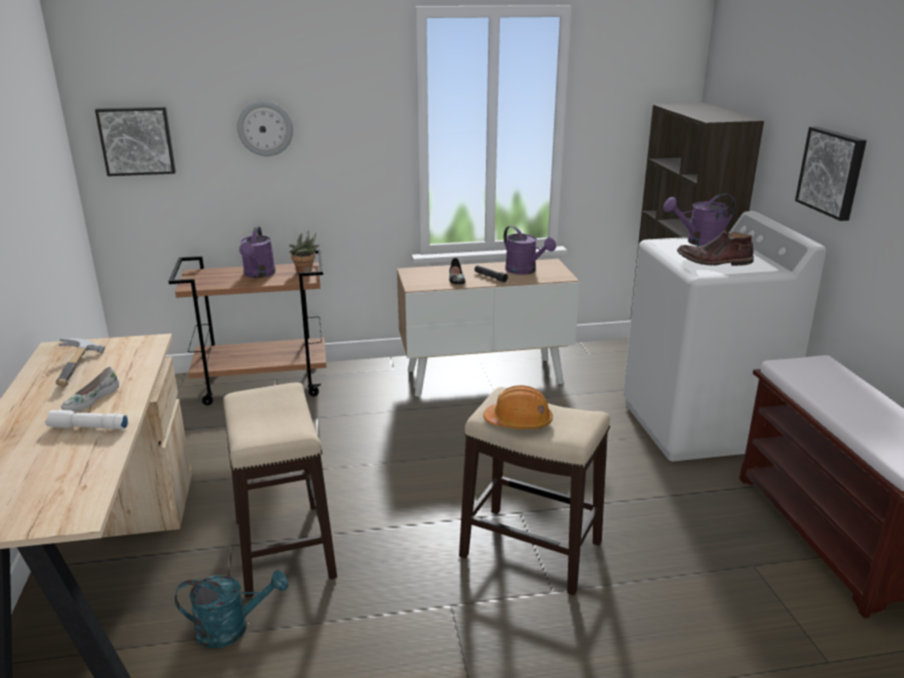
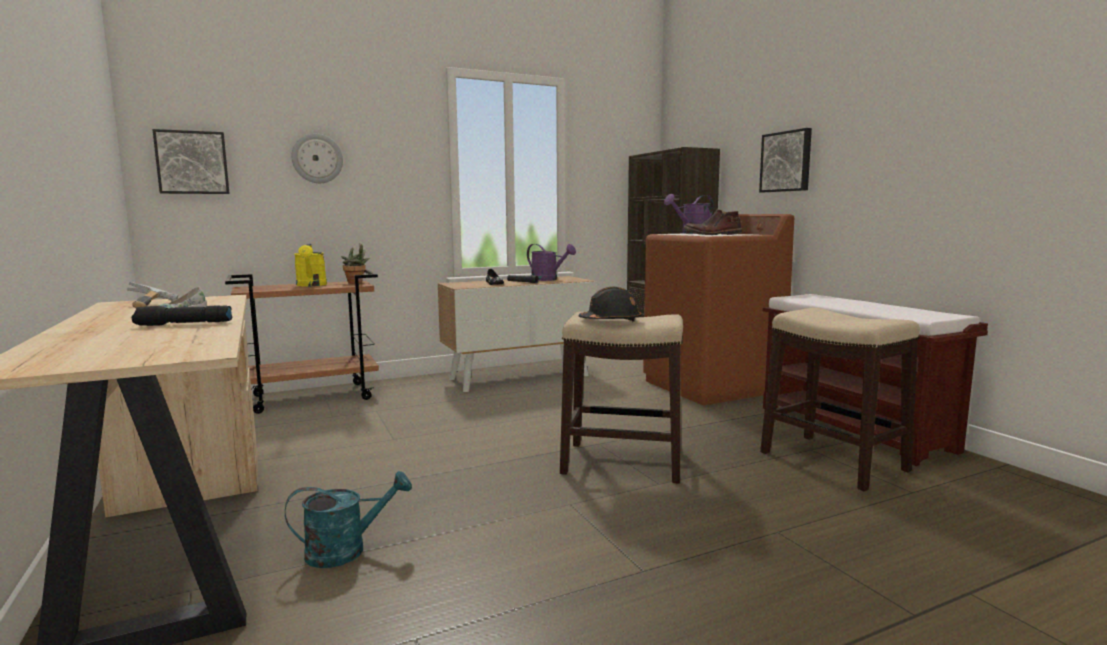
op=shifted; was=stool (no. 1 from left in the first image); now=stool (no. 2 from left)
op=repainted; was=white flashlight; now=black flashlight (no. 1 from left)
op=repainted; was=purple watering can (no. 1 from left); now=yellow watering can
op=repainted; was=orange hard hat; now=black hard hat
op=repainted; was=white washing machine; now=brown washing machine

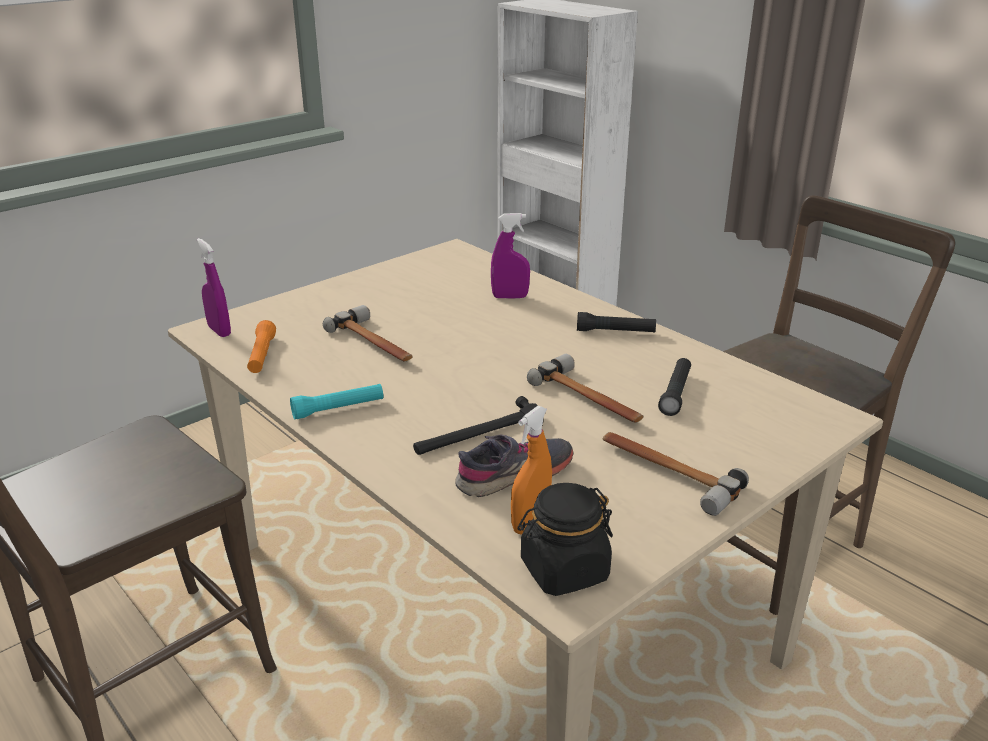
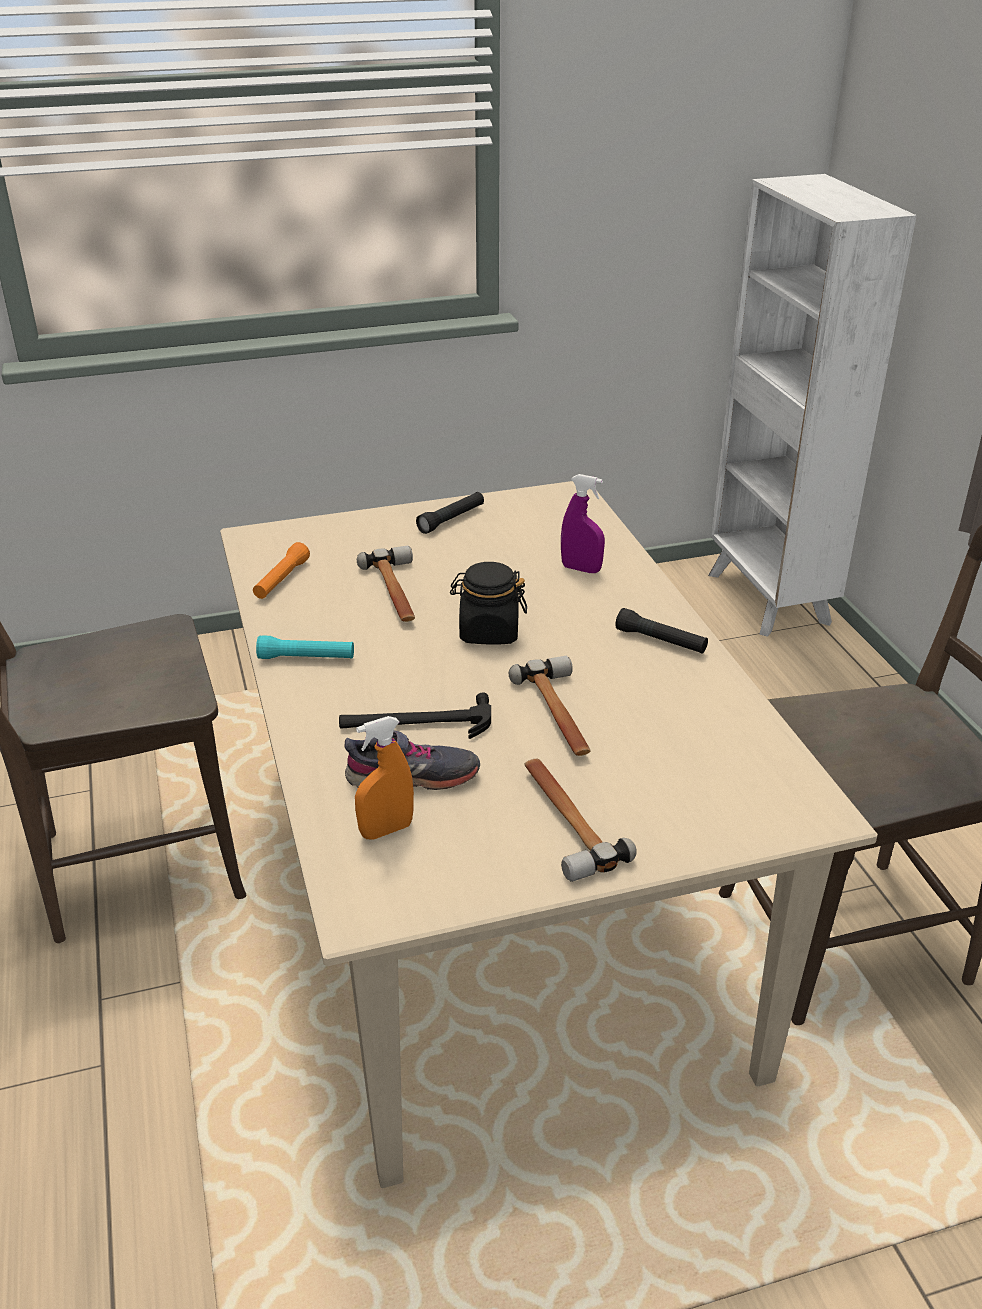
op=gone; was=purple spray bottle (no. 1 from left)
op=shifted; was=black jar
op=shifted; was=black flashlight (no. 2 from left in the first image); now=black flashlight (no. 1 from left)

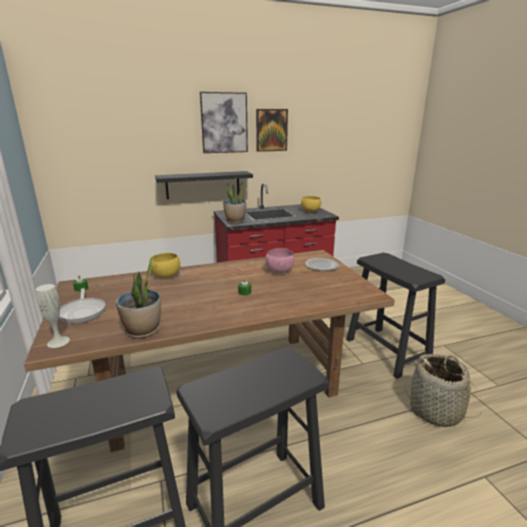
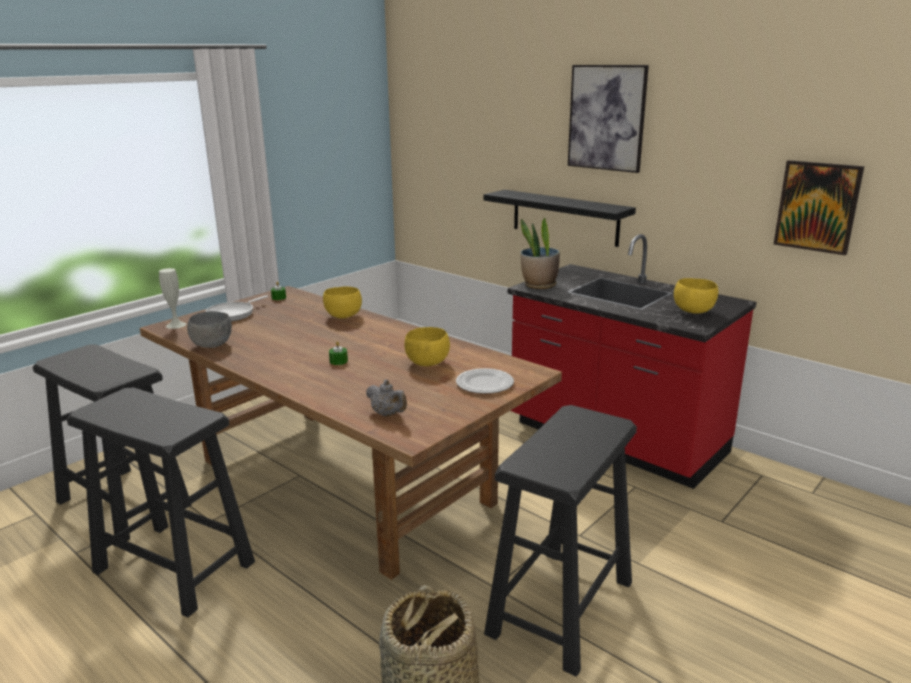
op=new; now=grey teapot
op=shifted; was=picture (no. 2 from left)
op=swapped; was=potted plant (no. 1 from left); now=grey bowl
op=repainted; was=pink bowl; now=yellow bowl (no. 2 from left)

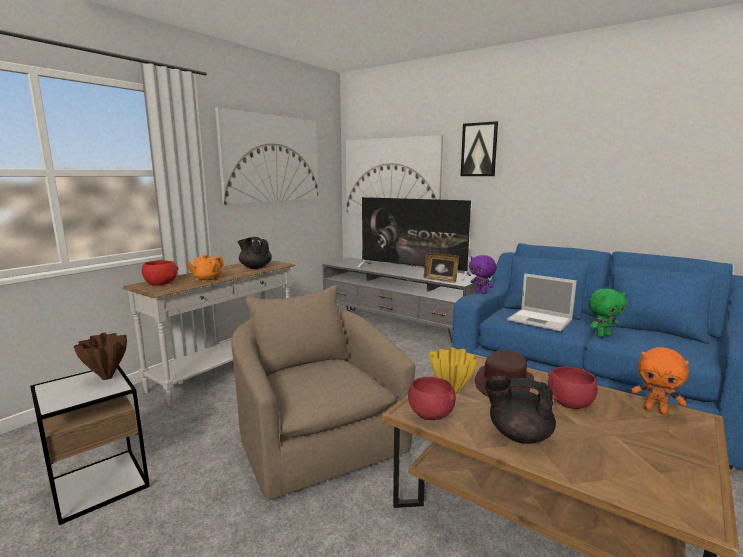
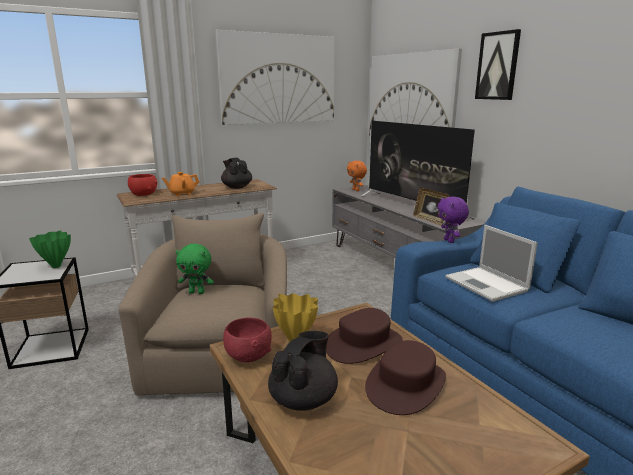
op=shifted; was=green plush toy
op=shifted; was=orange plush toy
op=swapped; was=red bowl (no. 3 from left); now=brown hat (no. 2 from left)
op=repainted; was=brown vase; now=green vase
op=rotated; was=black teapot (no. 2 from left); clockwise=75

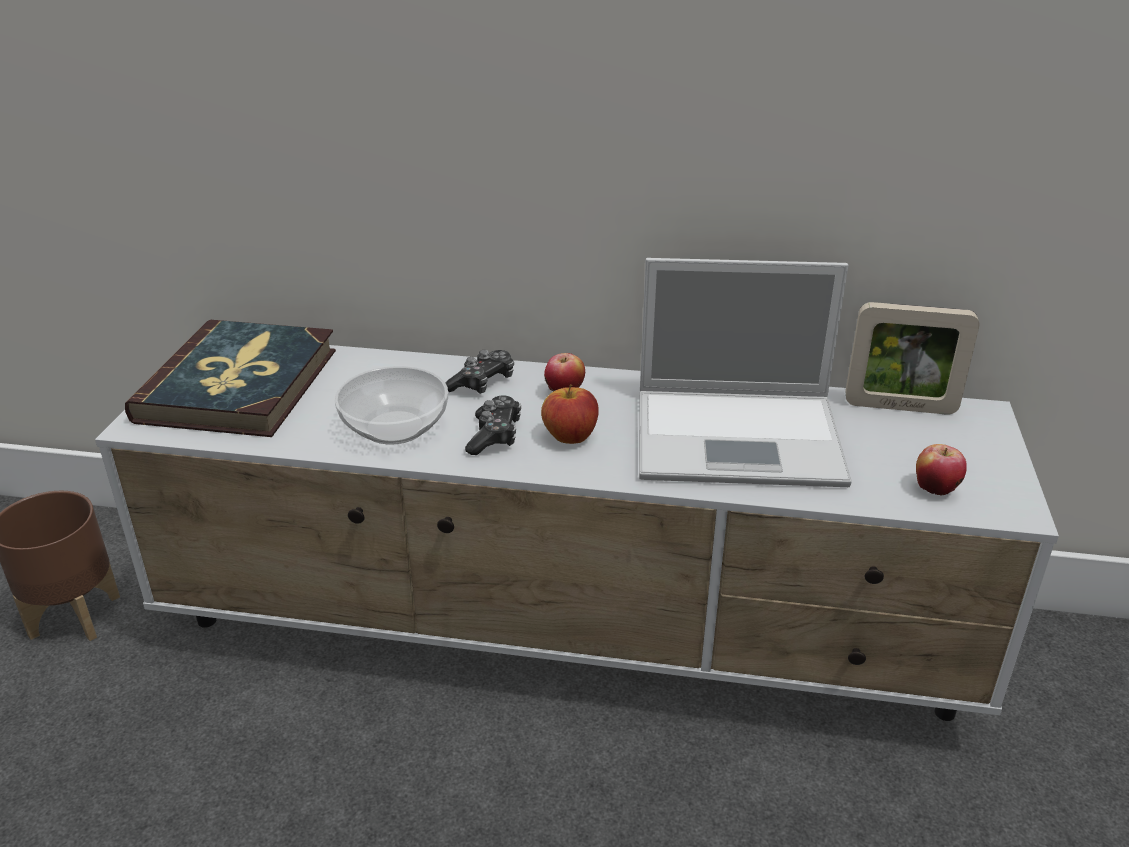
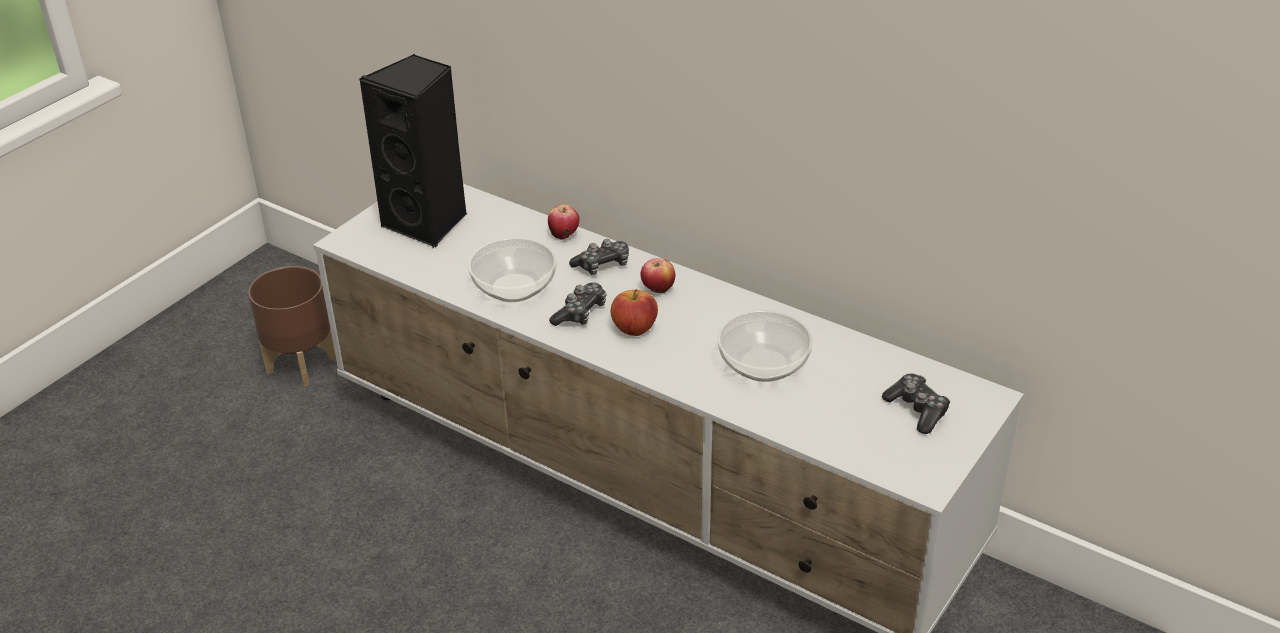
op=gone; was=picture frame
op=new; now=game controller (no. 3 from left)
op=shifted; was=apple (no. 3 from left in the first image); now=apple (no. 1 from left)
op=swapped; was=book; now=black speaker
op=swapped; was=laptop; now=bowl (no. 2 from left)

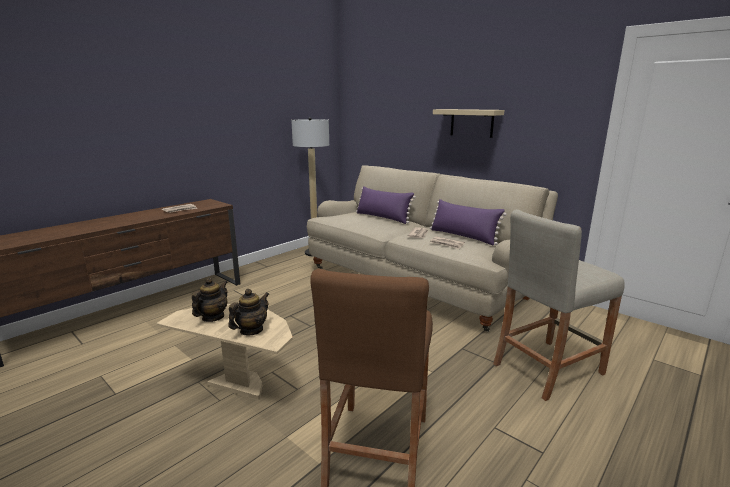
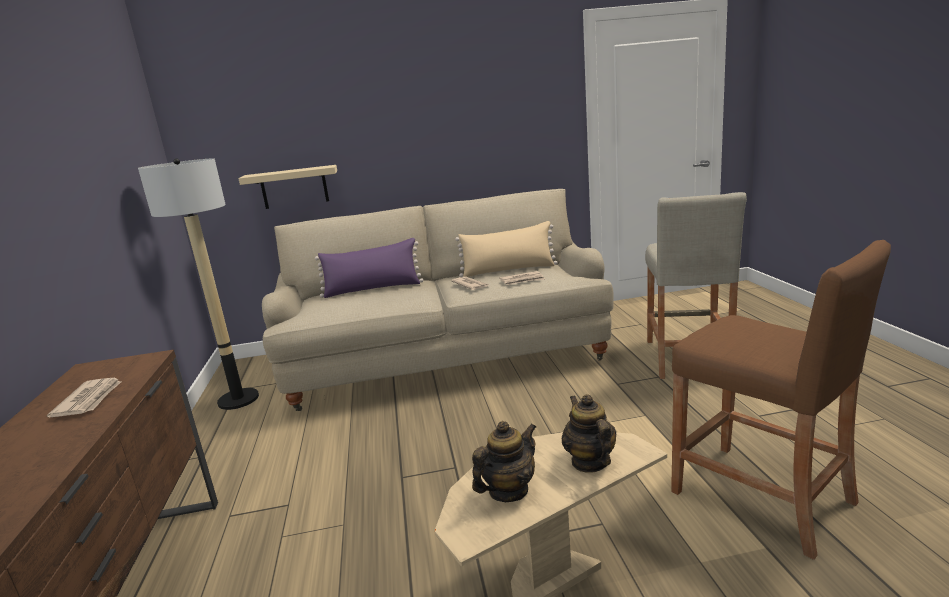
op=shifted; was=beige shelf
op=repainted; was=purple pillow (no. 2 from left); now=beige pillow
op=rotated; was=teapot (no. 1 from left); clockwise=75

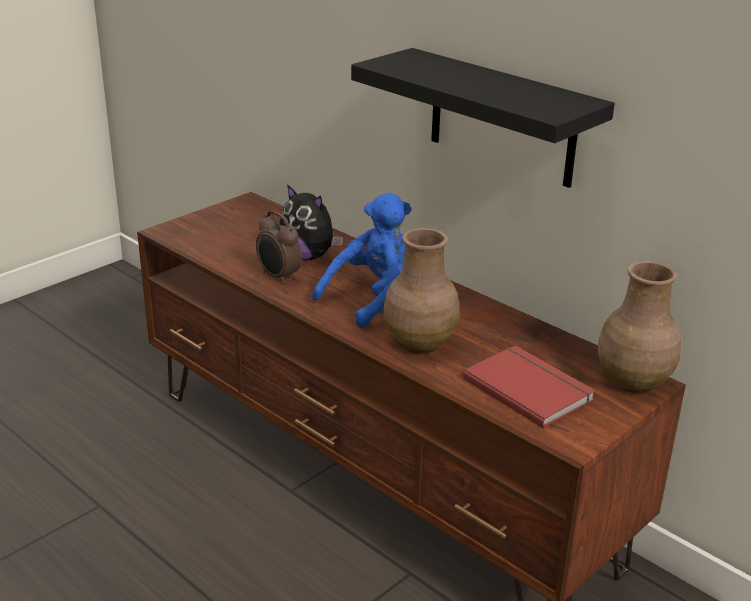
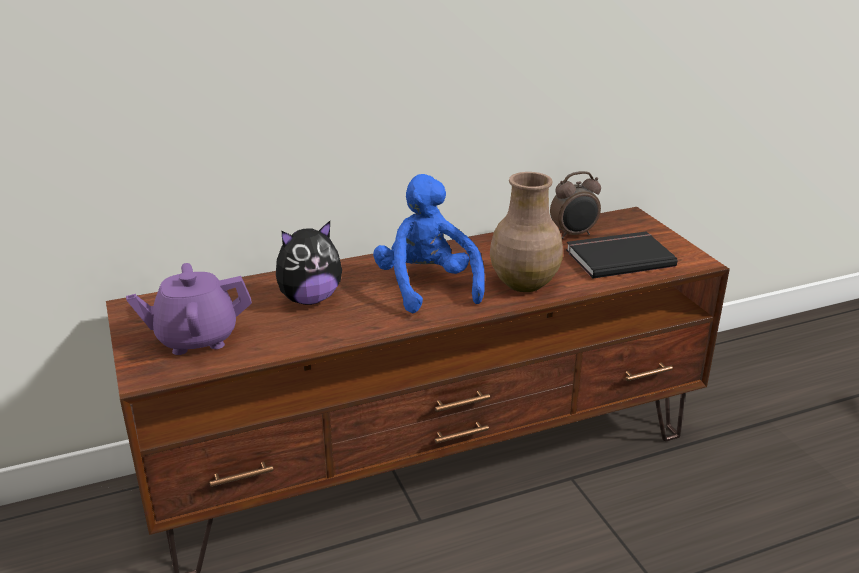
op=gone; was=black shelf
op=gone; was=brown vase (no. 2 from left)
op=new; now=purple teapot
op=shifted; was=alarm clock
op=repainted; was=red book; now=black book

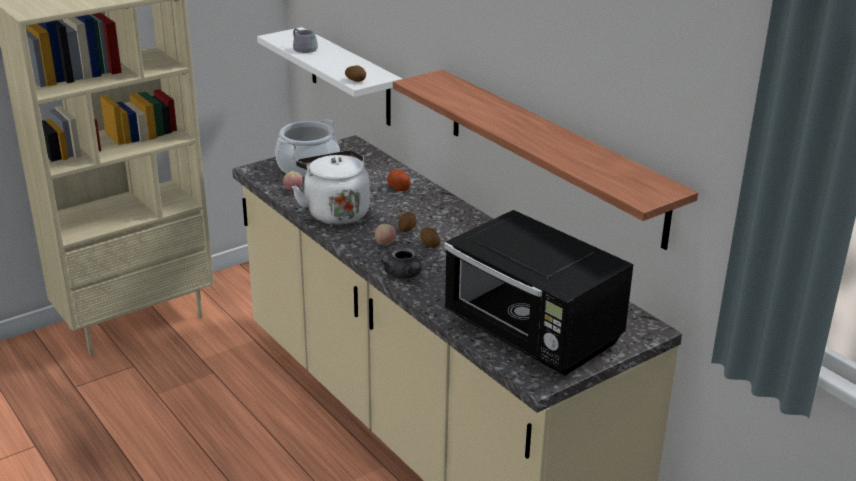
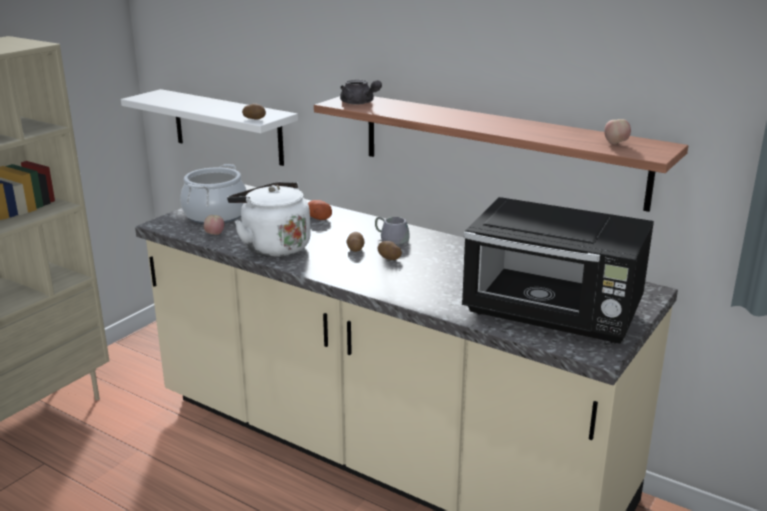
op=shifted; was=grey mug
op=shifted; was=apple (no. 2 from left)
op=shifted; was=grey teapot

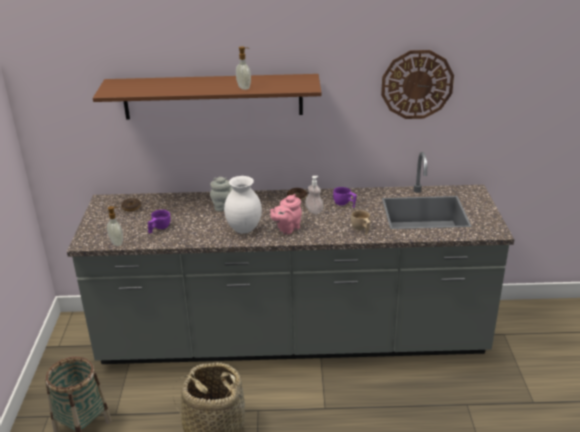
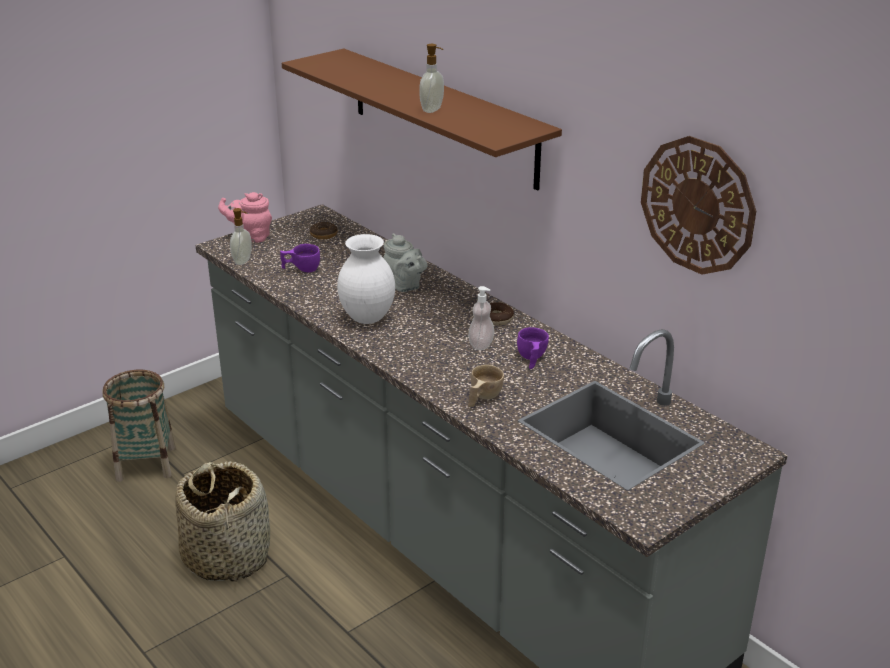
op=shifted; was=pink teapot

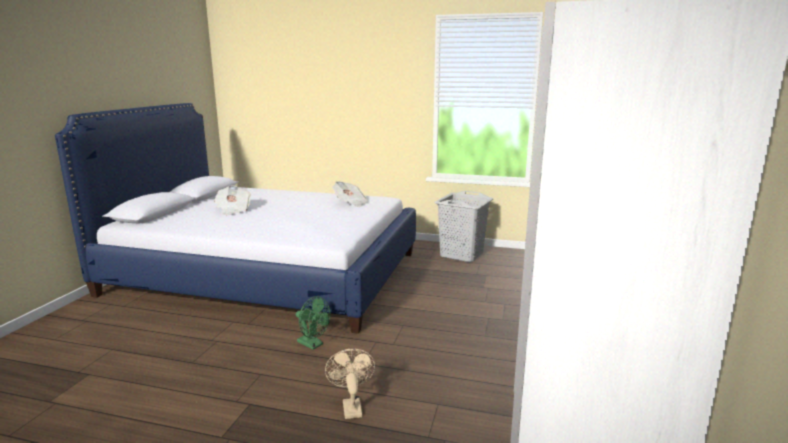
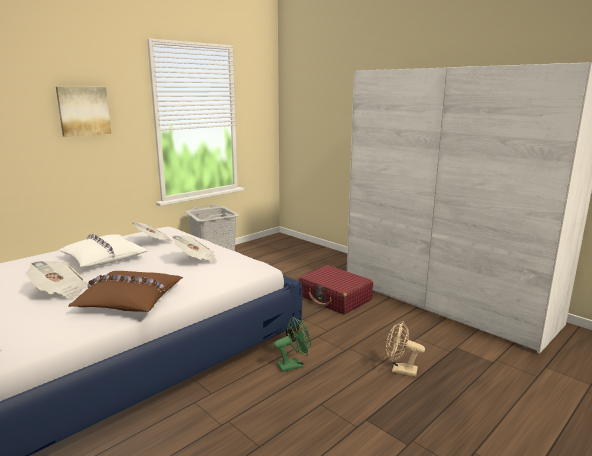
op=new; now=picture
op=new; now=white pillow
op=new; now=brown pillow
op=new; now=newspaper (no. 3 from left)
op=new; now=red suitcase

